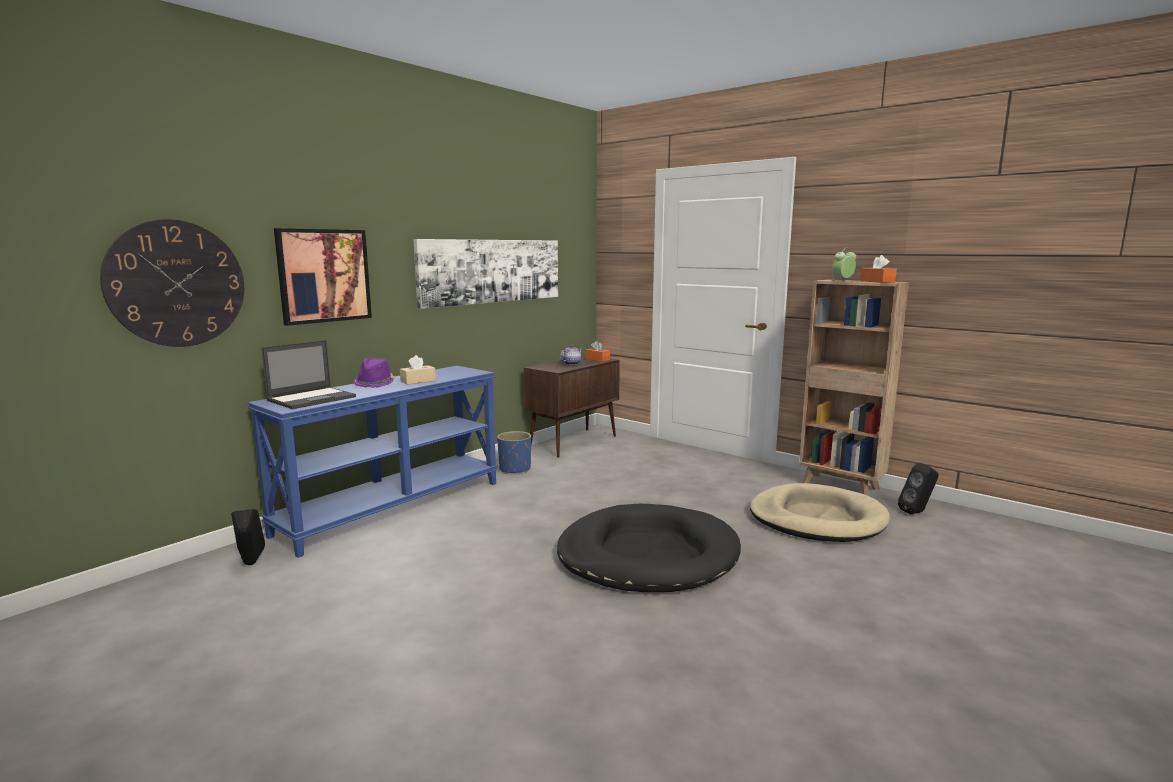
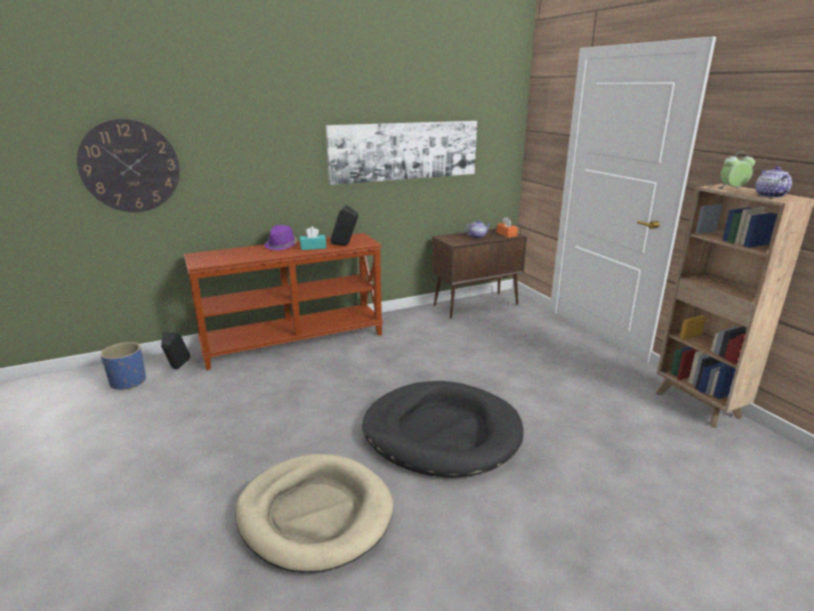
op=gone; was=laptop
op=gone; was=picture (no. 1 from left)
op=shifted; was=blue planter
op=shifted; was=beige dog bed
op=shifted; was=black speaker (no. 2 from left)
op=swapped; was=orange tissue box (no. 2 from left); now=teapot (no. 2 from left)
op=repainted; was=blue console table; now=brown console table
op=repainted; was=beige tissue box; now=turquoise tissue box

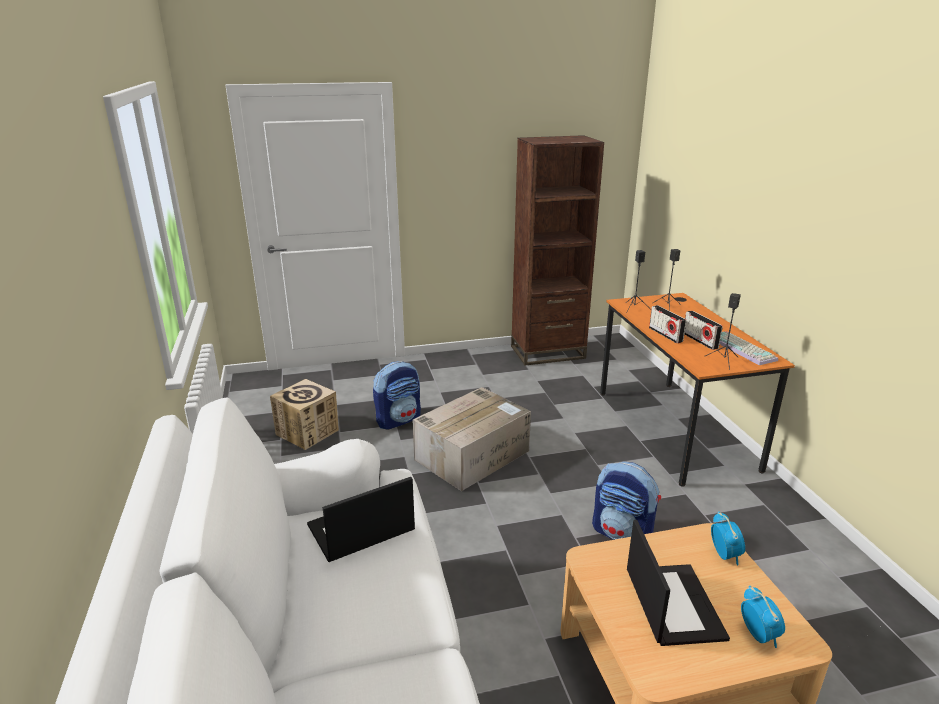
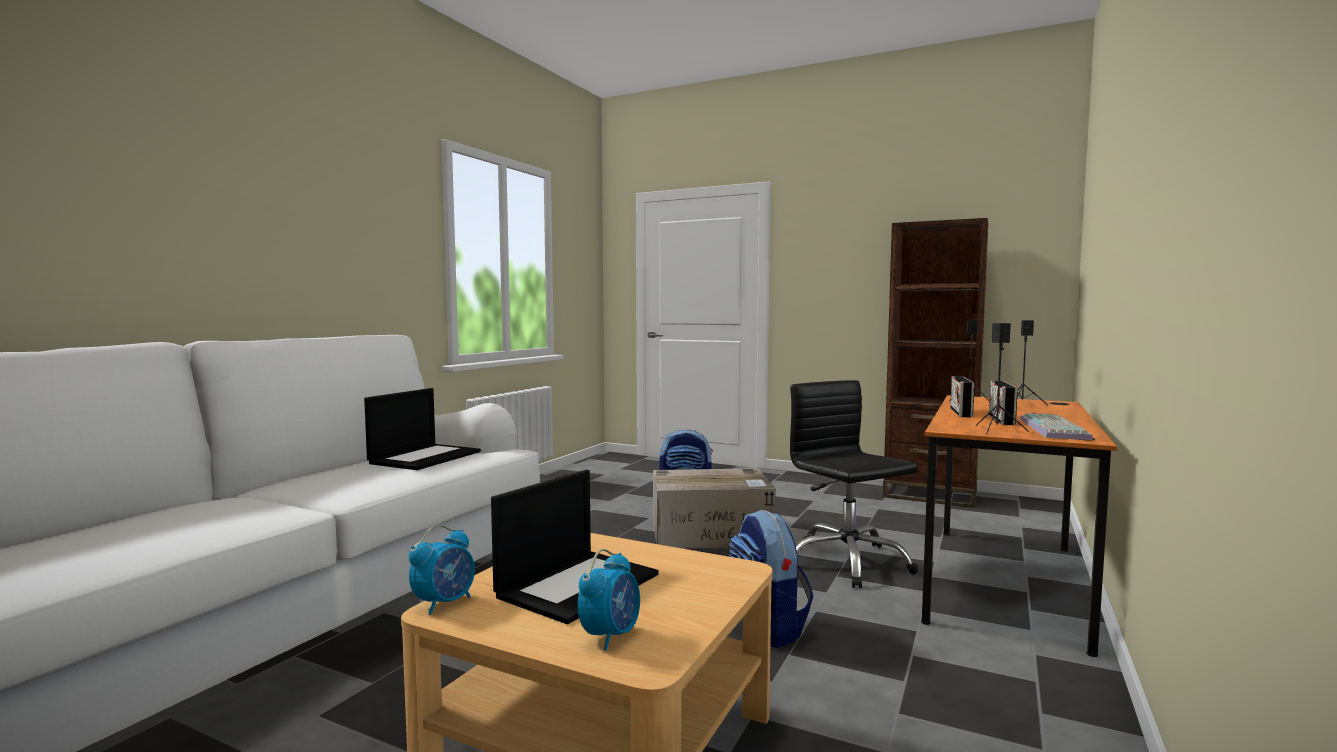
op=gone; was=cardboard box (no. 1 from left)
op=new; now=black office chair
op=shifted; was=alarm clock (no. 1 from left)
op=rotated; was=laptop (no. 1 from left); clockwise=105

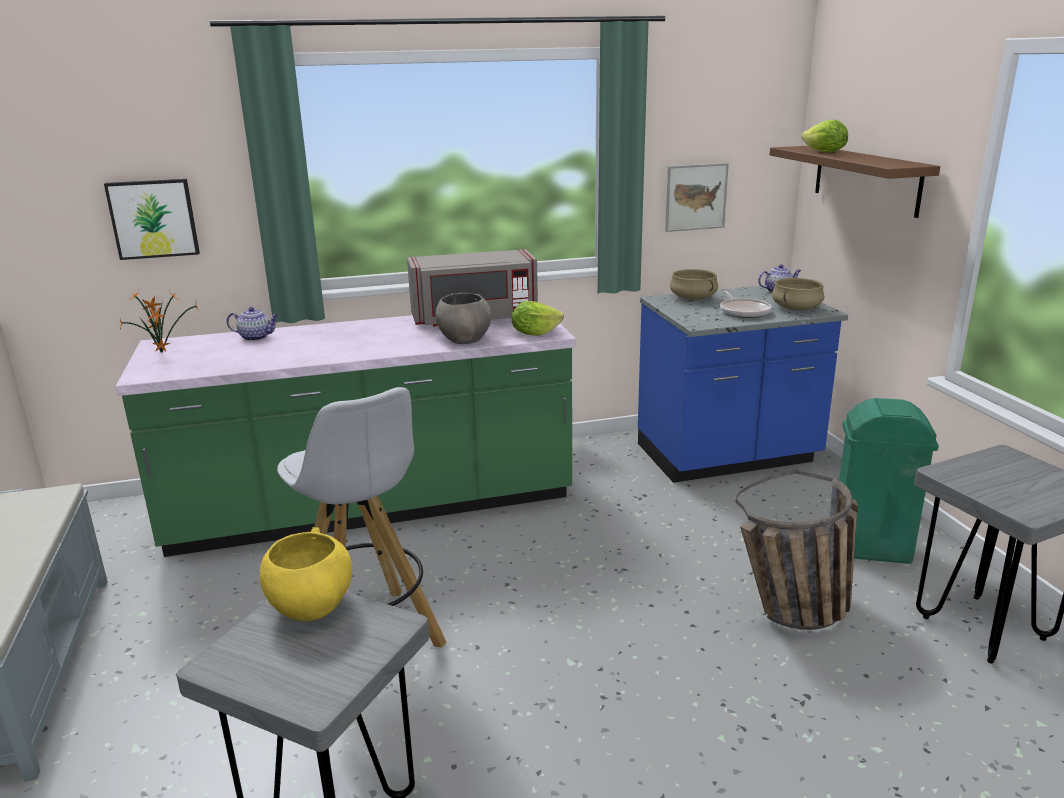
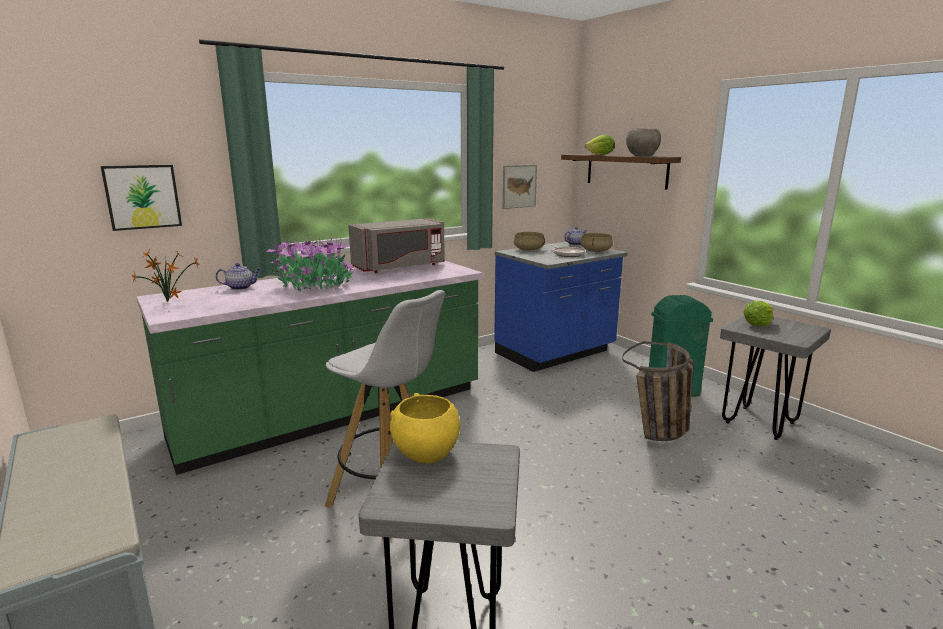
op=new; now=potted plant (no. 2 from left)
op=shifted; was=grey bowl
op=shifted; was=lettuce (no. 1 from left in the first image); now=lettuce (no. 2 from left)

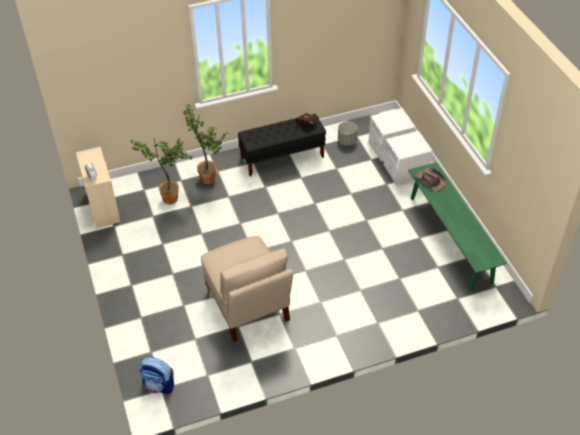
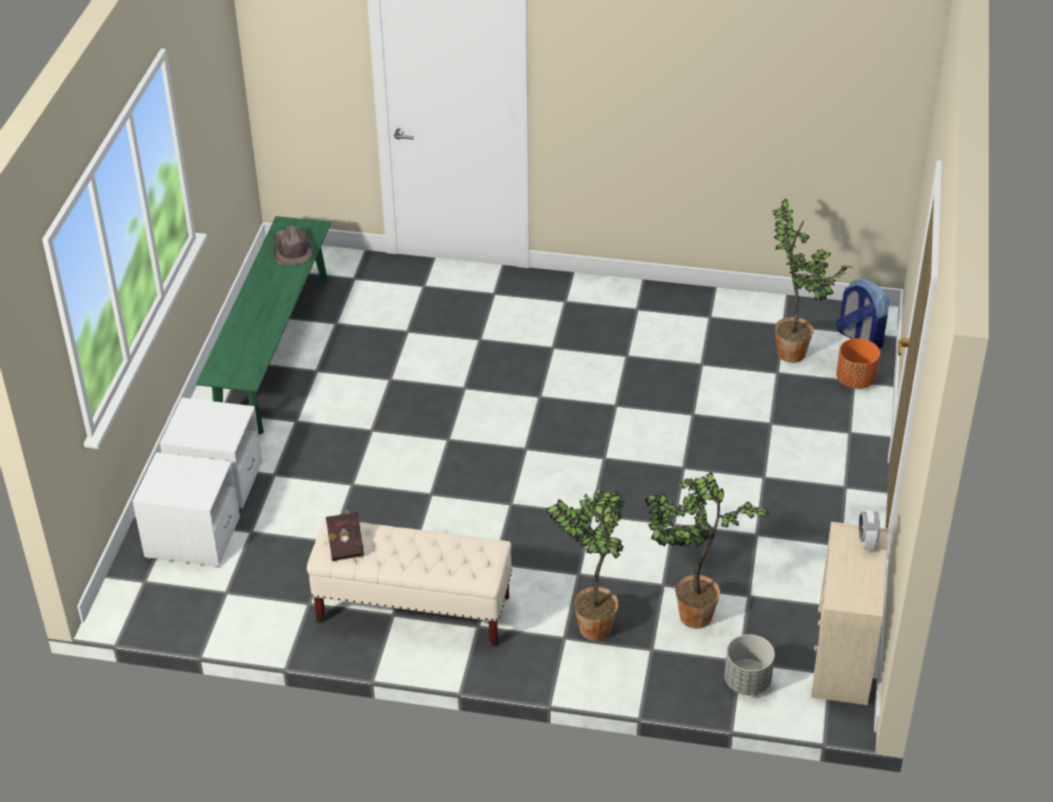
op=gone; was=beige chair
op=new; now=potted plant (no. 3 from left)
op=new; now=orange planter
op=shifted; was=grey planter
op=shifted; was=brown hat
op=repainted; was=black bench; now=beige bench

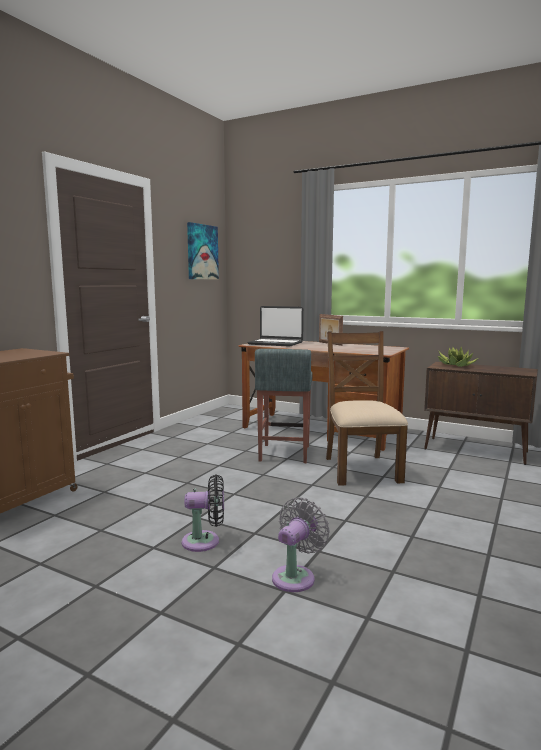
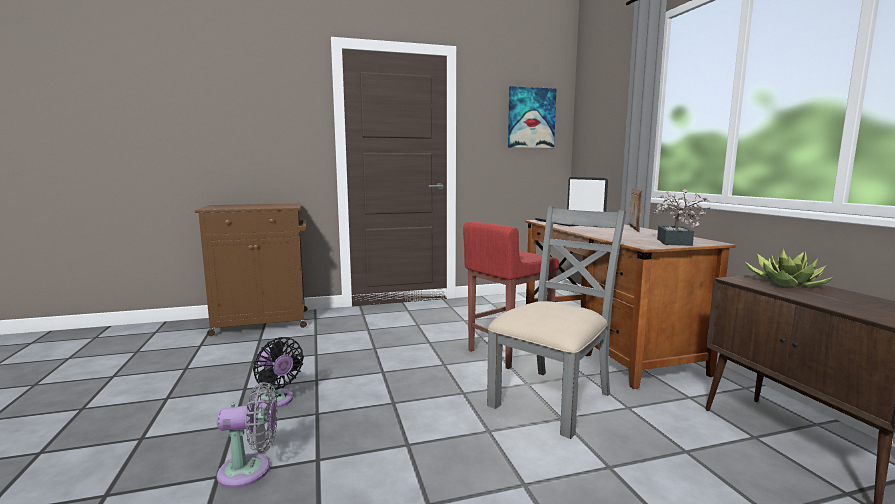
op=new; now=potted plant (no. 1 from left)
op=repainted; was=grey stool; now=red stool
op=repainted; was=brown chair; now=grey chair

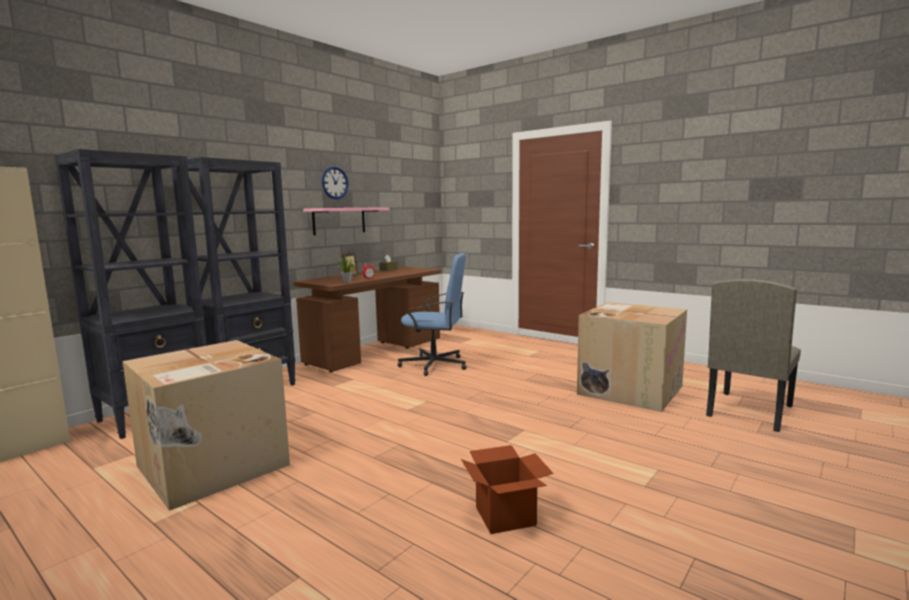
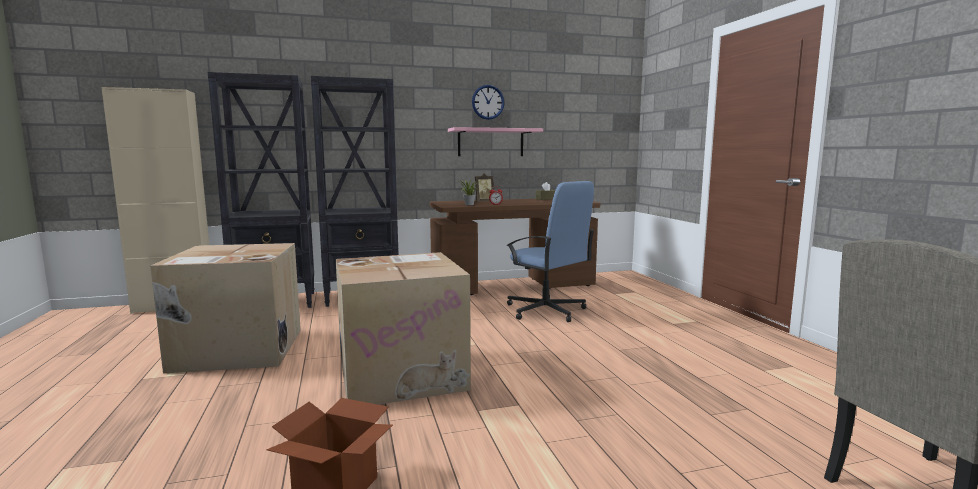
op=shifted; was=cardboard box (no. 3 from left)

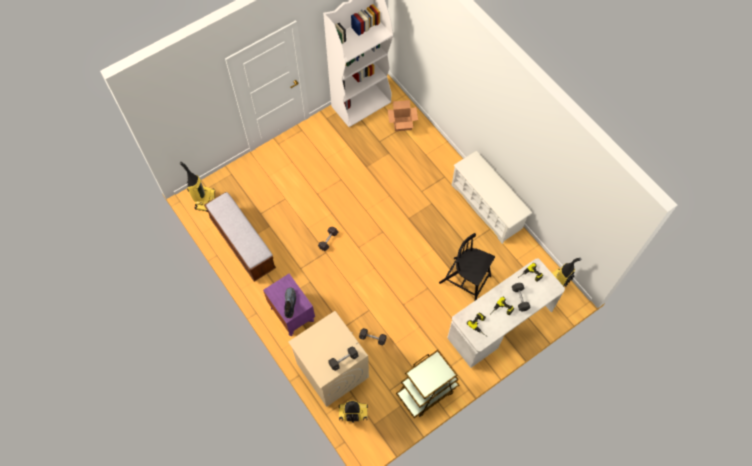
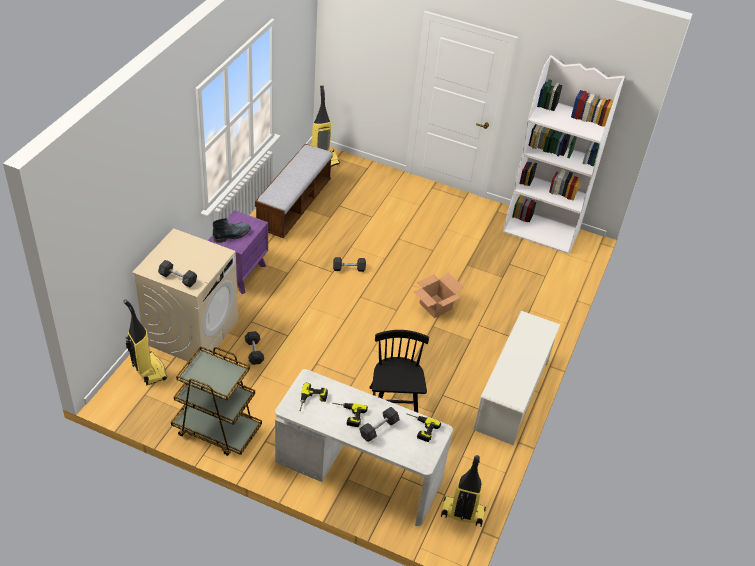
op=shifted; was=cardboard box

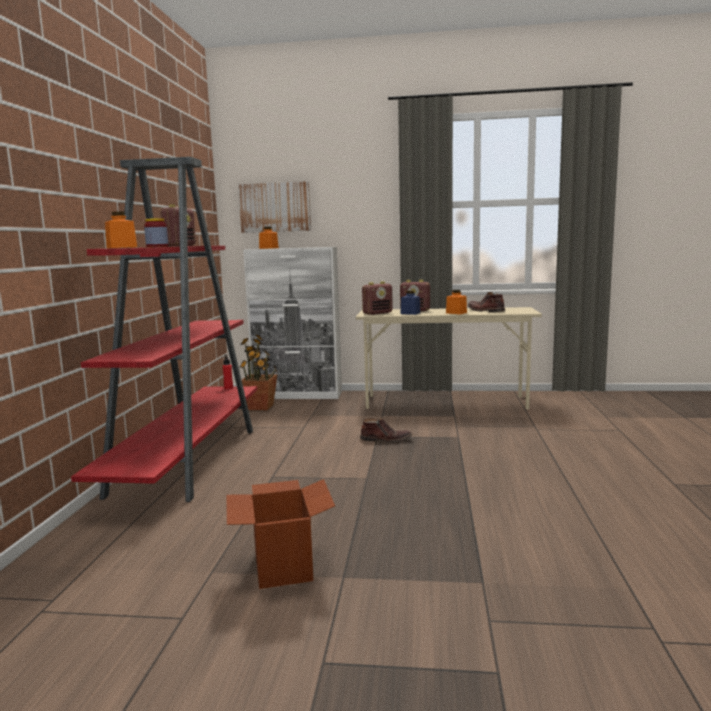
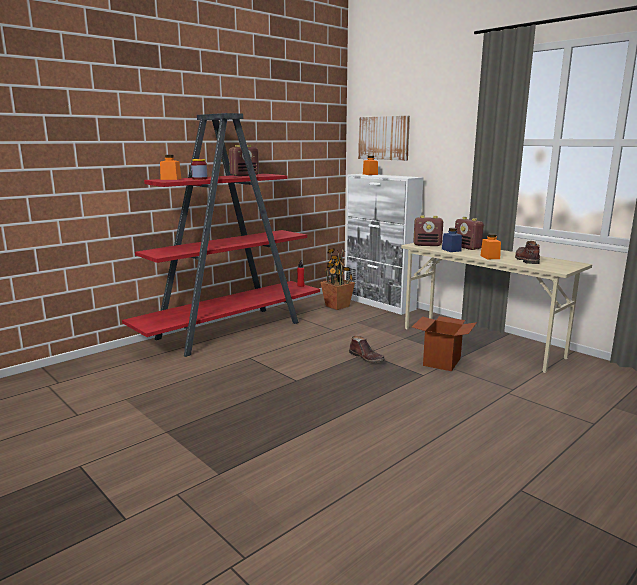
op=shifted; was=cardboard box

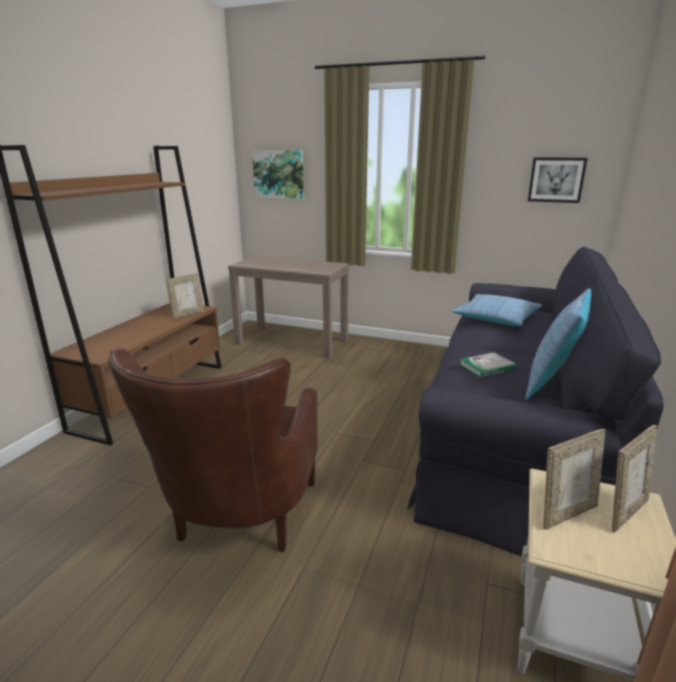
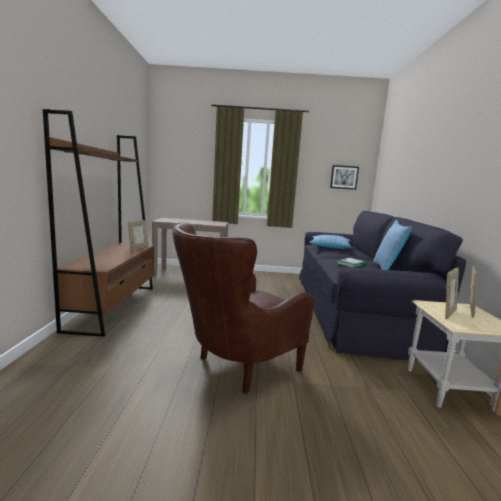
op=gone; was=picture (no. 1 from left)
op=rotated; was=brown armchair; clockwise=60

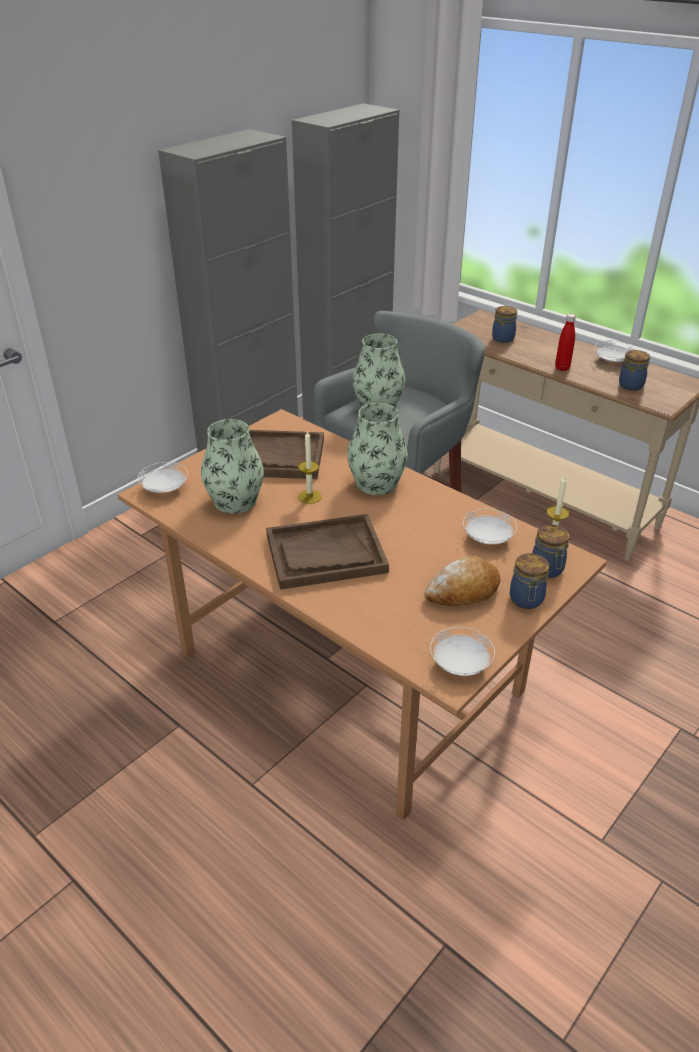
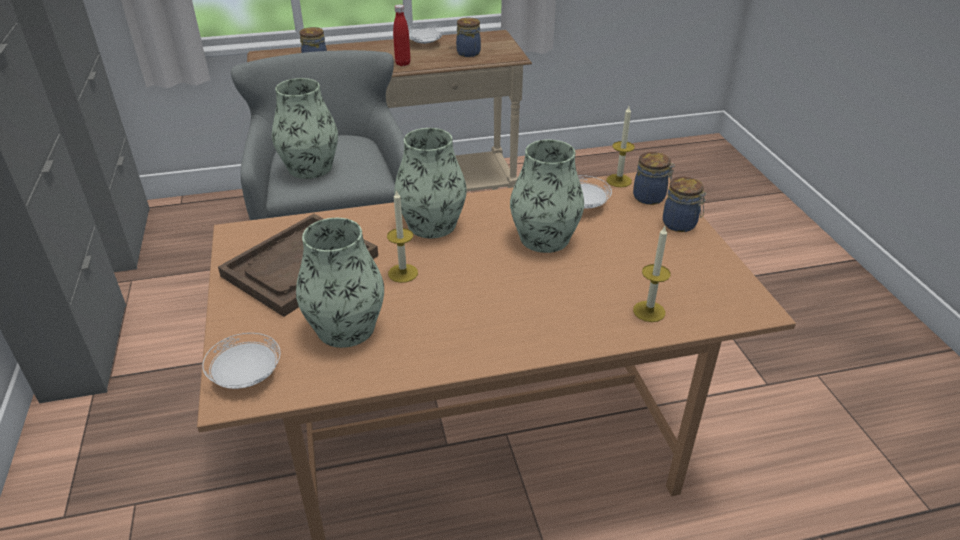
op=gone; was=brown tray (no. 2 from left)
op=gone; was=bread
op=gone; was=white plate (no. 2 from left)
op=new; now=vase (no. 4 from left)
op=new; now=candle (no. 3 from left)

